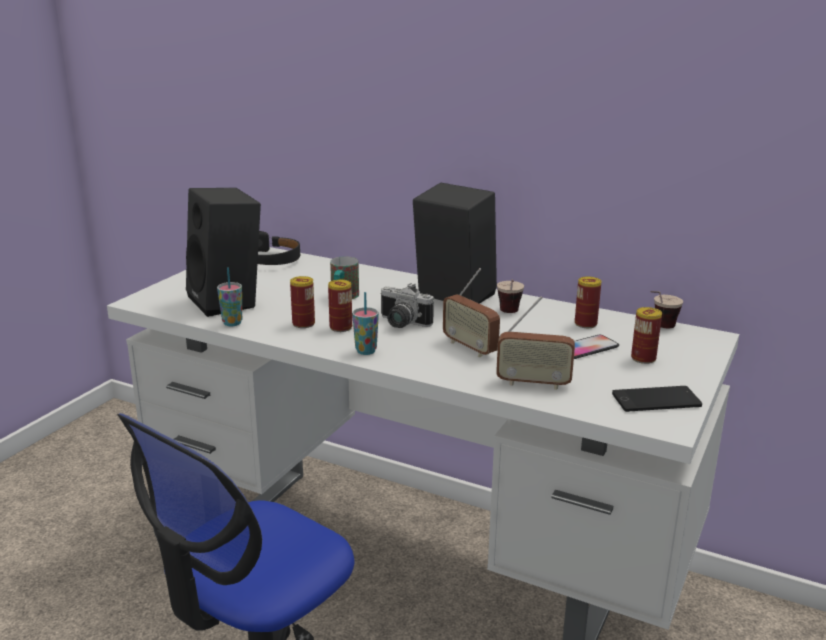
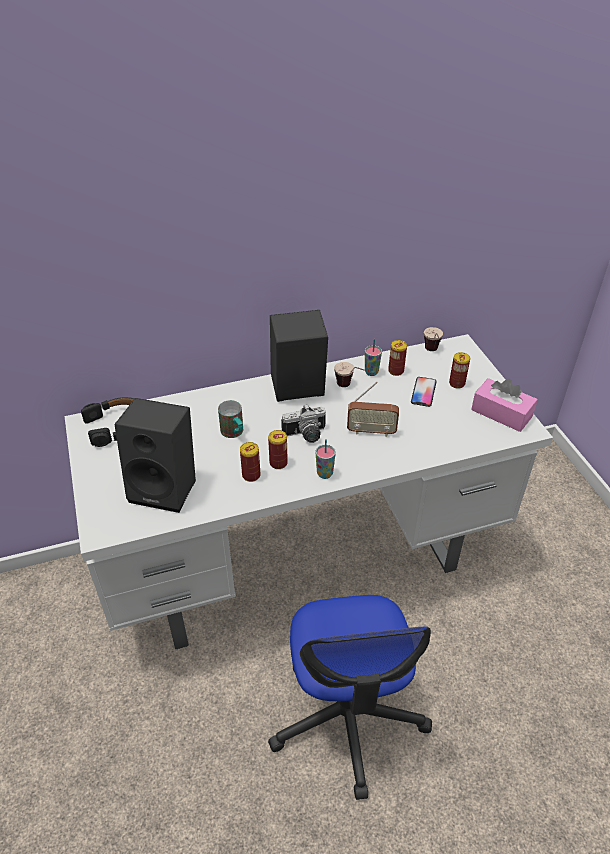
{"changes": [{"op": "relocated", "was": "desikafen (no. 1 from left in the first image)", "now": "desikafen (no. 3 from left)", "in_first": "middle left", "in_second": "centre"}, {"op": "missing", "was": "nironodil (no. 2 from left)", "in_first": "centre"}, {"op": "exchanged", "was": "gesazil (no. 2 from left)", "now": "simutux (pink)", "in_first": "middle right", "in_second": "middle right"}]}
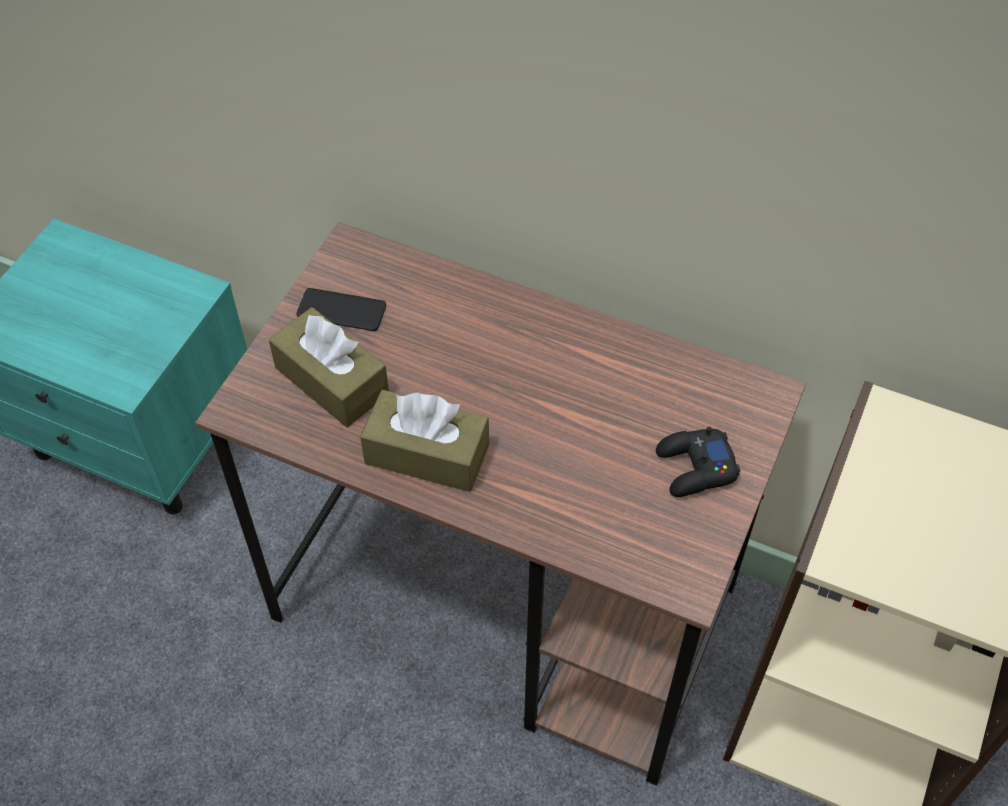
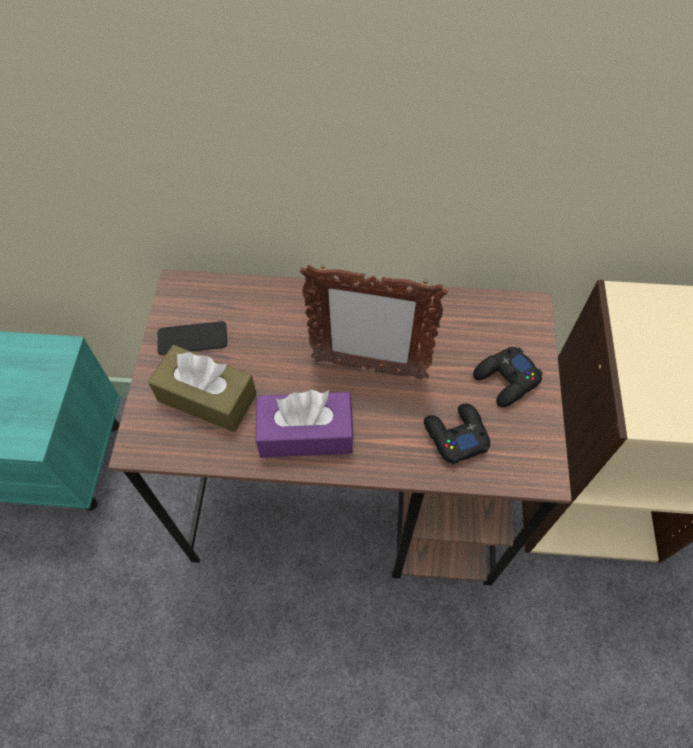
{"changes": [{"op": "colour", "was": "simutux (brown) (no. 2 from left)", "now": "simutux (purple)", "in_first": "centre", "in_second": "centre"}, {"op": "appeared", "now": "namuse", "in_second": "centre"}, {"op": "appeared", "now": "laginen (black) (no. 1 from left)", "in_second": "centre"}]}
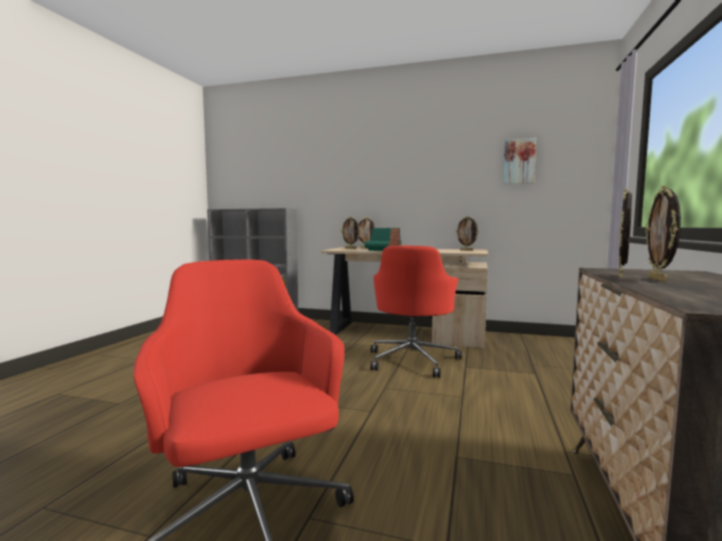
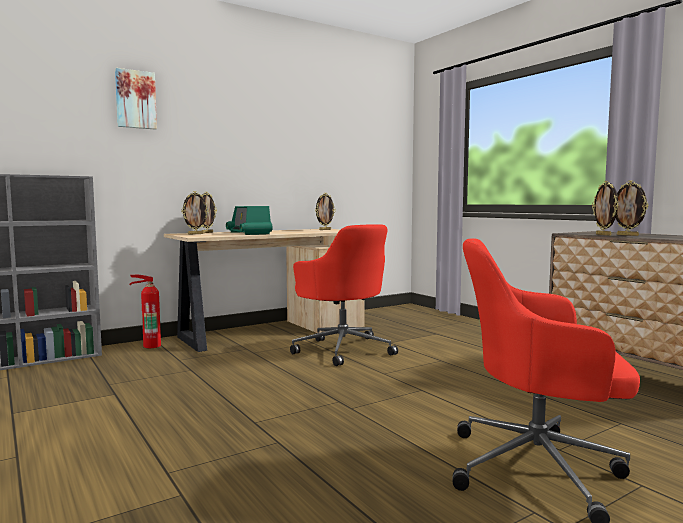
{"changes": [{"op": "relocated", "was": "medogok", "in_first": "top right", "in_second": "top left"}, {"op": "appeared", "now": "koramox", "in_second": "middle left"}]}
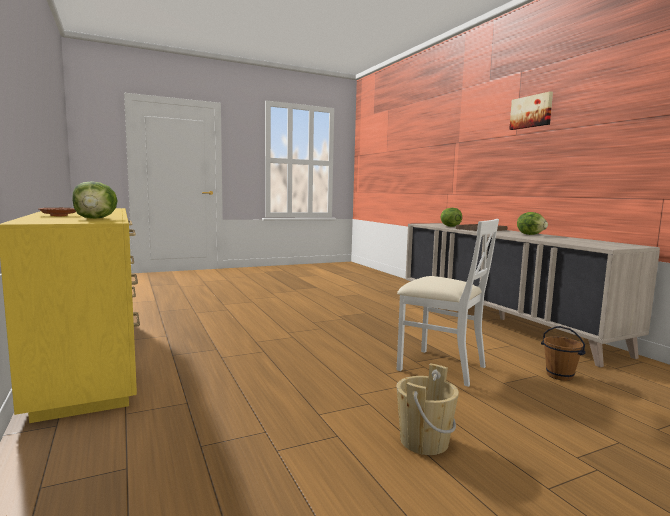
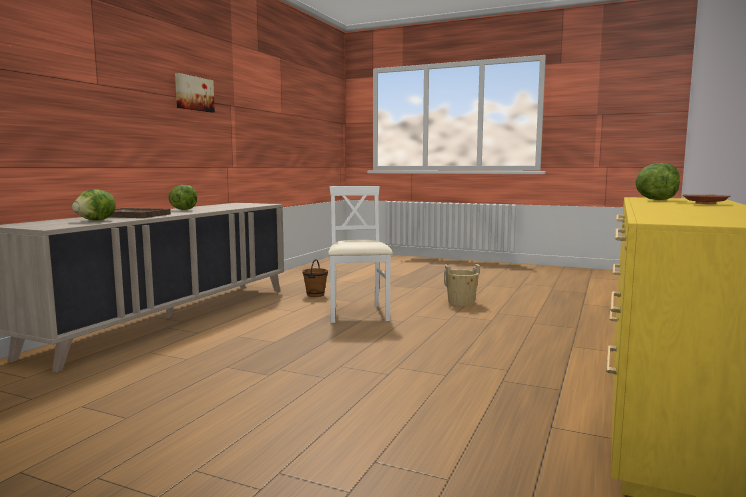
{"changes": [{"op": "relocated", "was": "medogok", "in_first": "top right", "in_second": "top left"}]}
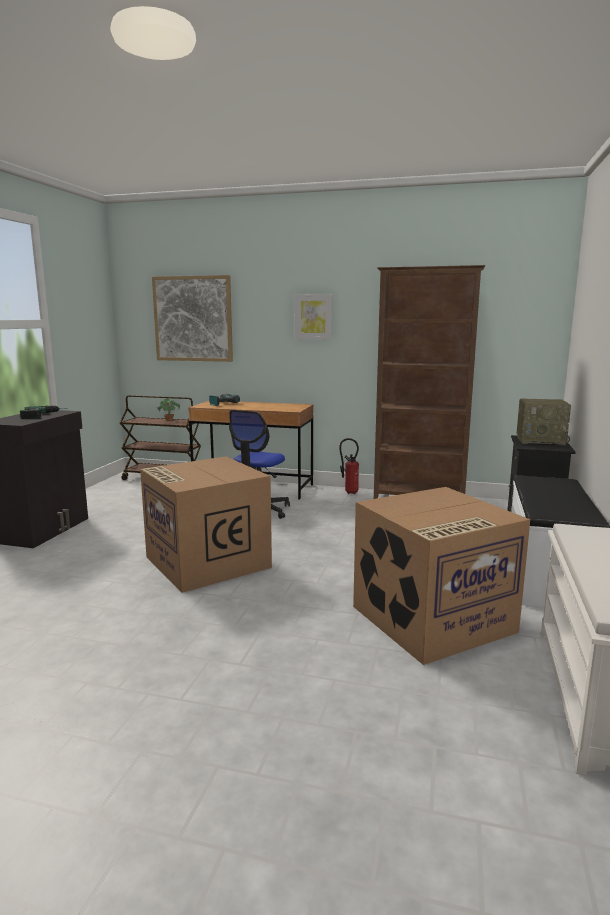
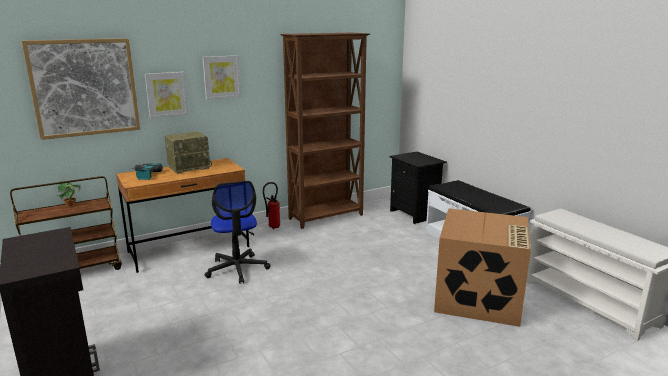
{"changes": [{"op": "missing", "was": "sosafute (no. 1 from left)", "in_first": "middle left"}, {"op": "missing", "was": "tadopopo (no. 1 from left)", "in_first": "centre"}, {"op": "relocated", "was": "nironodil", "in_first": "middle right", "in_second": "middle left"}, {"op": "appeared", "now": "medogok (no. 2 from left)", "in_second": "top left"}]}
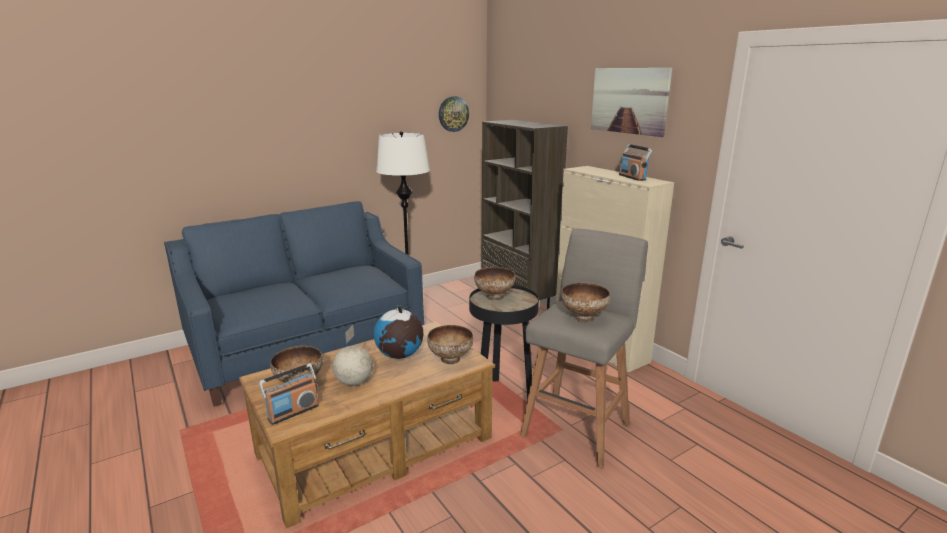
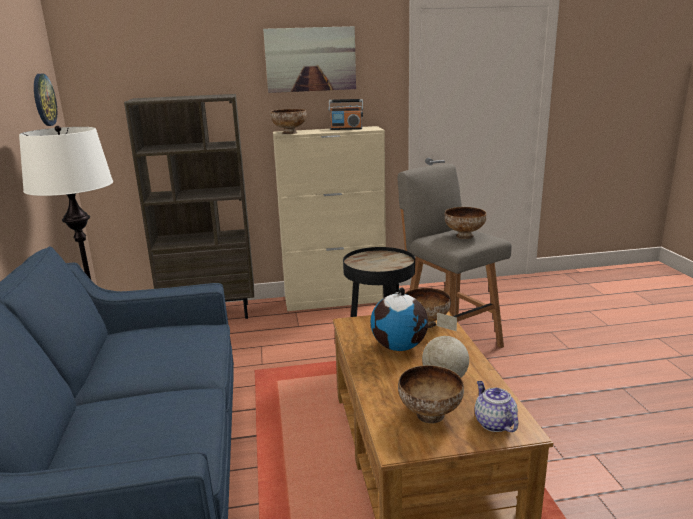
{"changes": [{"op": "exchanged", "was": "nironodil (no. 1 from left)", "now": "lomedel", "in_first": "bottom left", "in_second": "bottom right"}, {"op": "relocated", "was": "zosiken (no. 3 from left in the first image)", "now": "zosiken (no. 1 from left)", "in_first": "centre", "in_second": "top centre"}]}
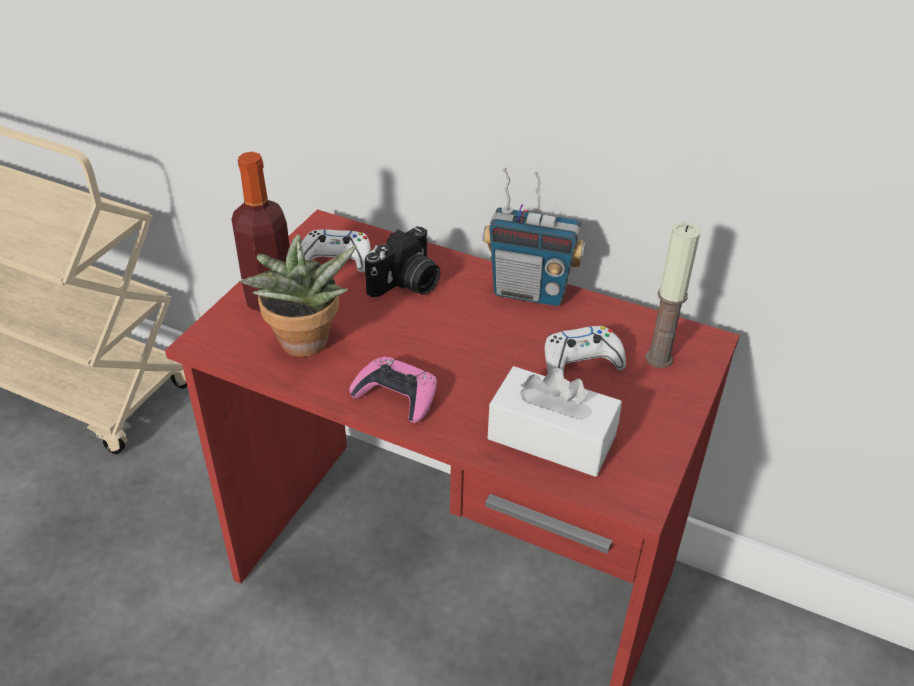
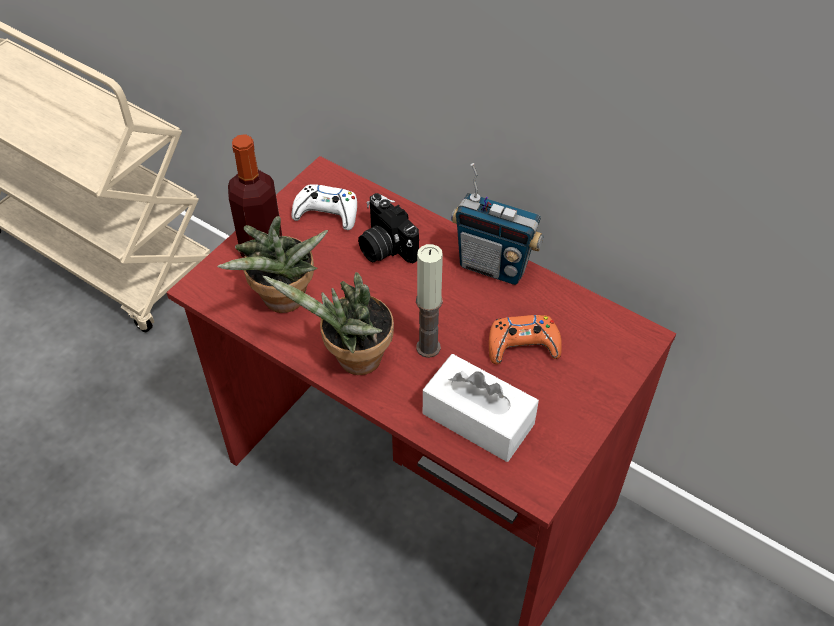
{"changes": [{"op": "exchanged", "was": "laginen (pink)", "now": "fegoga (no. 2 from left)", "in_first": "centre", "in_second": "centre"}, {"op": "spun", "was": "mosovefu", "in_first": "centre", "in_second": "centre", "clockwise": 90}, {"op": "colour", "was": "laginen (white) (no. 2 from left)", "now": "laginen (orange)", "in_first": "centre", "in_second": "centre"}, {"op": "relocated", "was": "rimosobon", "in_first": "middle right", "in_second": "centre"}]}
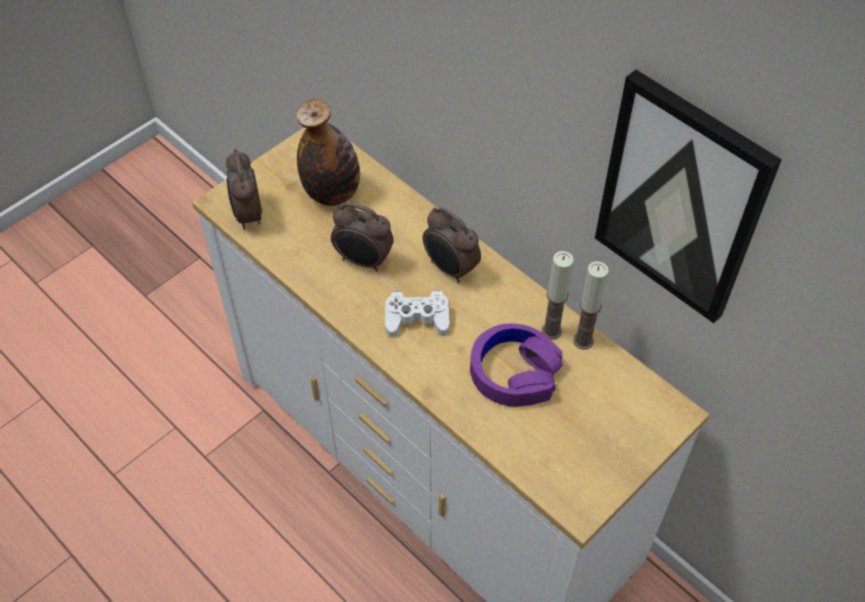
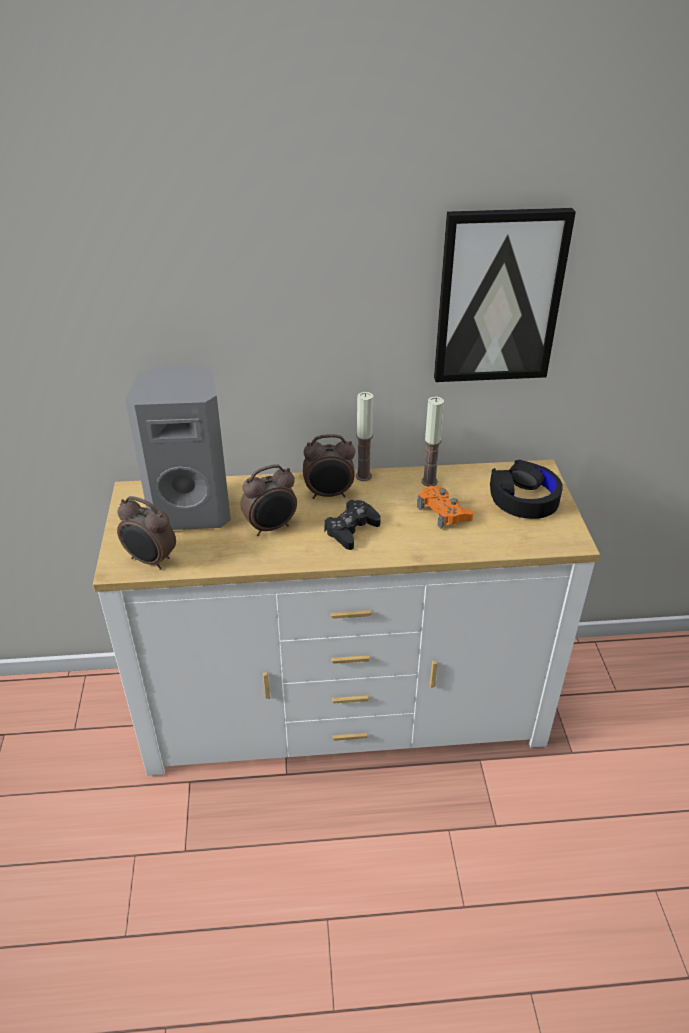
{"changes": [{"op": "exchanged", "was": "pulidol", "now": "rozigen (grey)", "in_first": "top centre", "in_second": "middle left"}, {"op": "colour", "was": "laginen (white)", "now": "laginen (black)", "in_first": "centre", "in_second": "centre"}, {"op": "exchanged", "was": "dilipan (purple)", "now": "laginen (orange)", "in_first": "centre", "in_second": "centre"}, {"op": "relocated", "was": "rimosobon (no. 2 from left in the first image)", "now": "rimosobon (no. 1 from left)", "in_first": "middle right", "in_second": "centre"}, {"op": "appeared", "now": "dilipan (black)", "in_second": "middle right"}]}
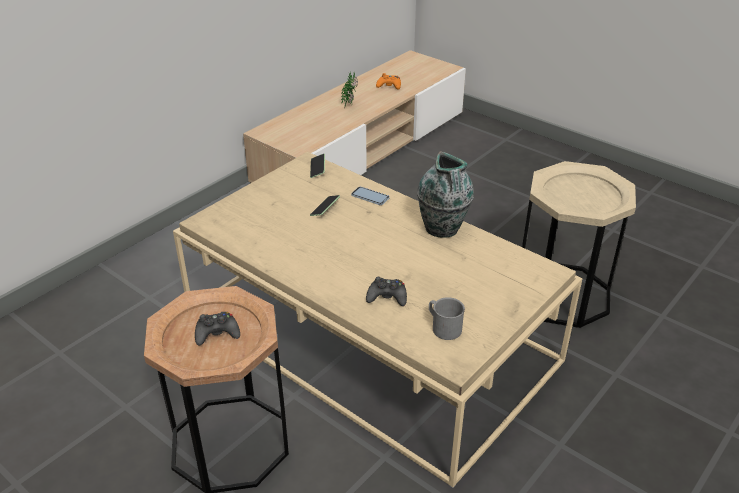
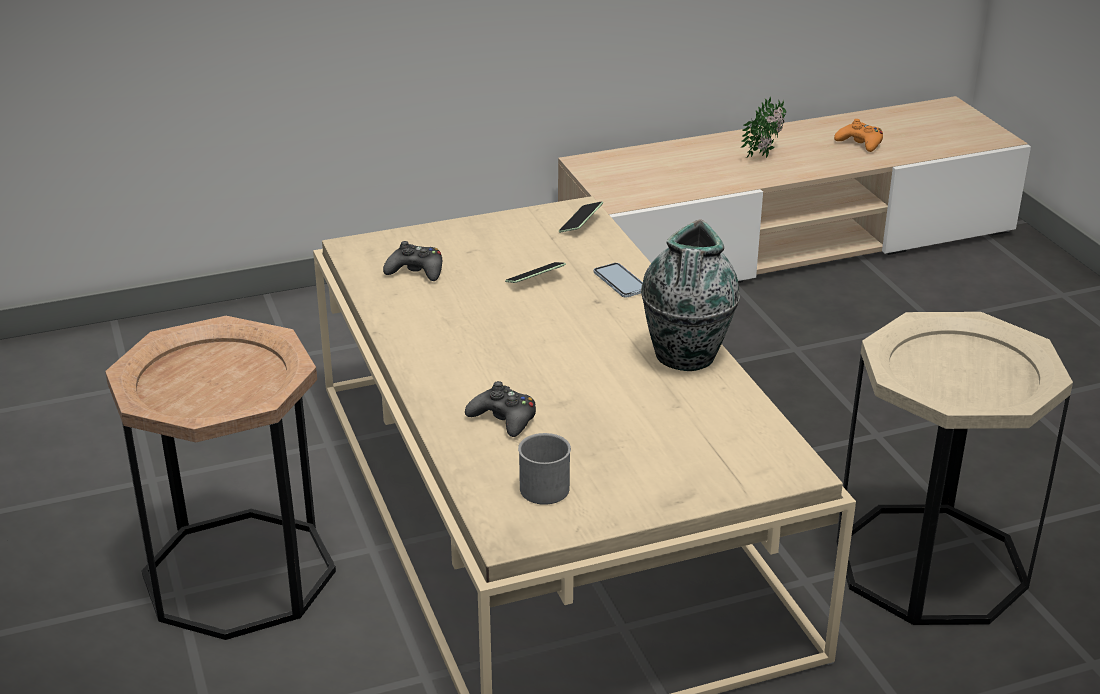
{"changes": [{"op": "relocated", "was": "laginen (black) (no. 1 from left)", "in_first": "middle left", "in_second": "centre"}]}
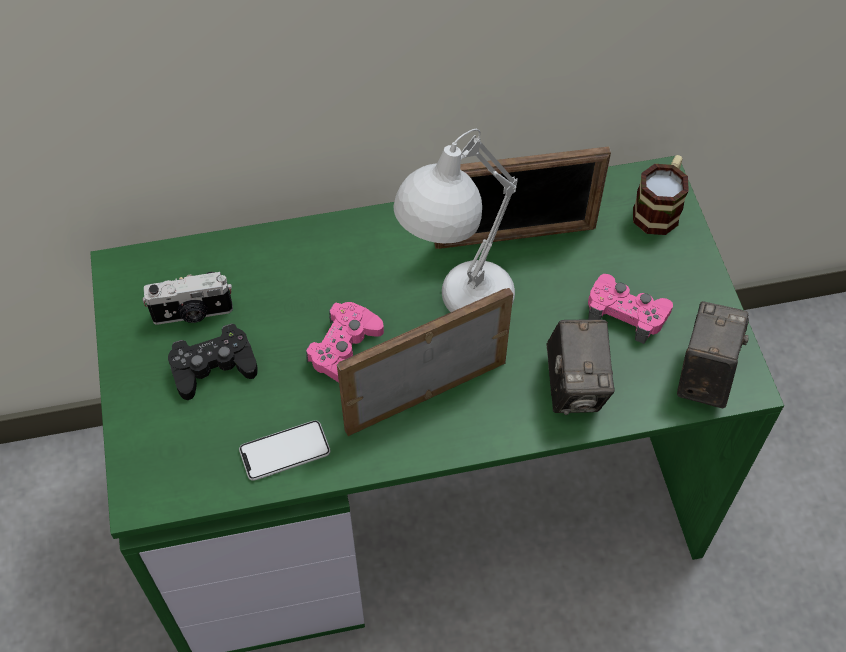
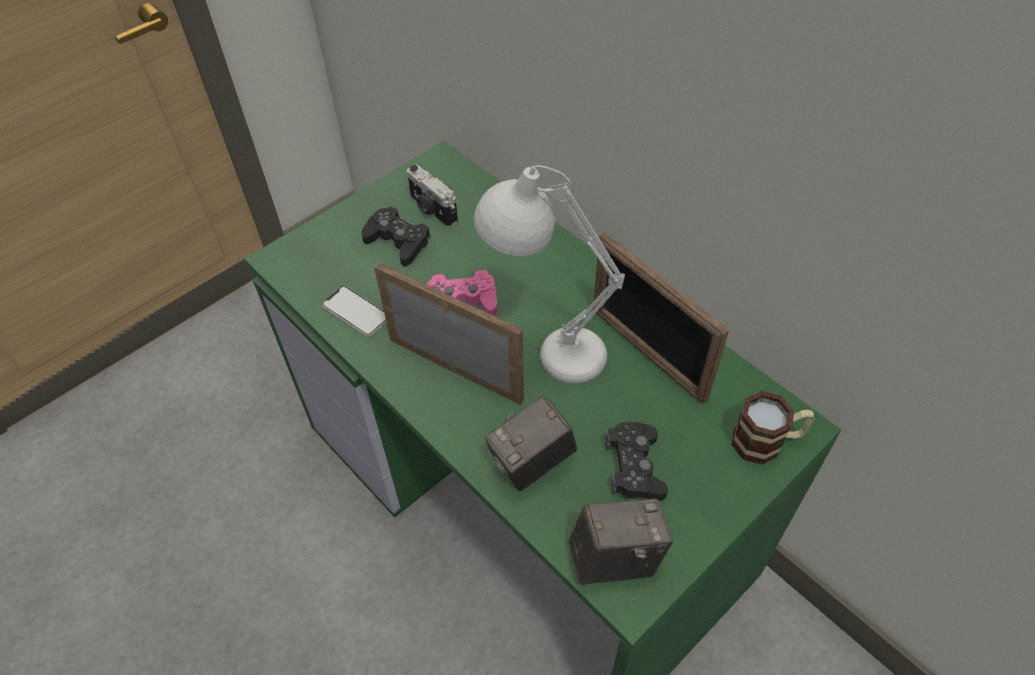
{"changes": [{"op": "colour", "was": "laginen (pink) (no. 2 from left)", "now": "laginen (black) (no. 2 from left)", "in_first": "middle right", "in_second": "bottom centre"}]}
